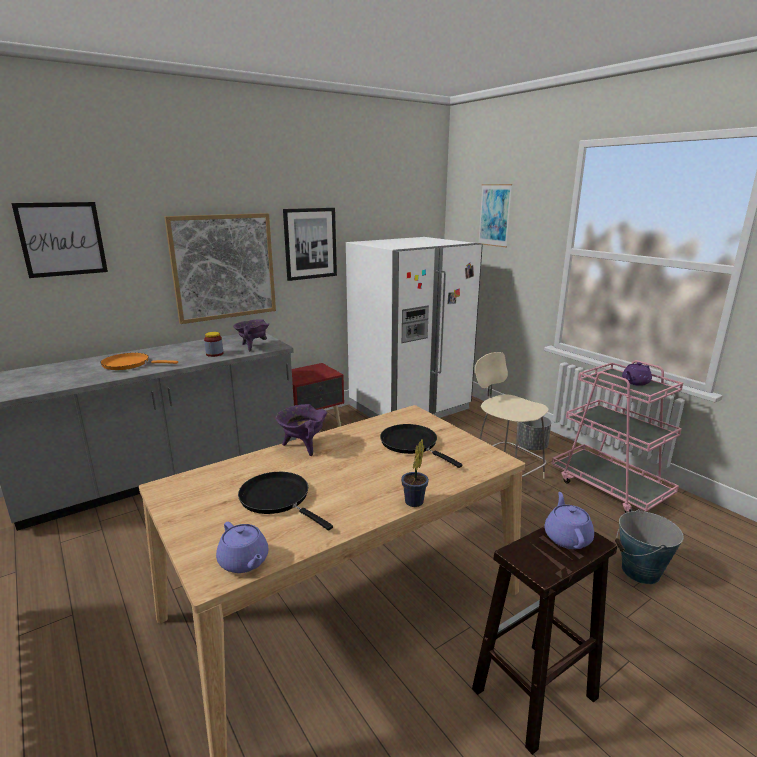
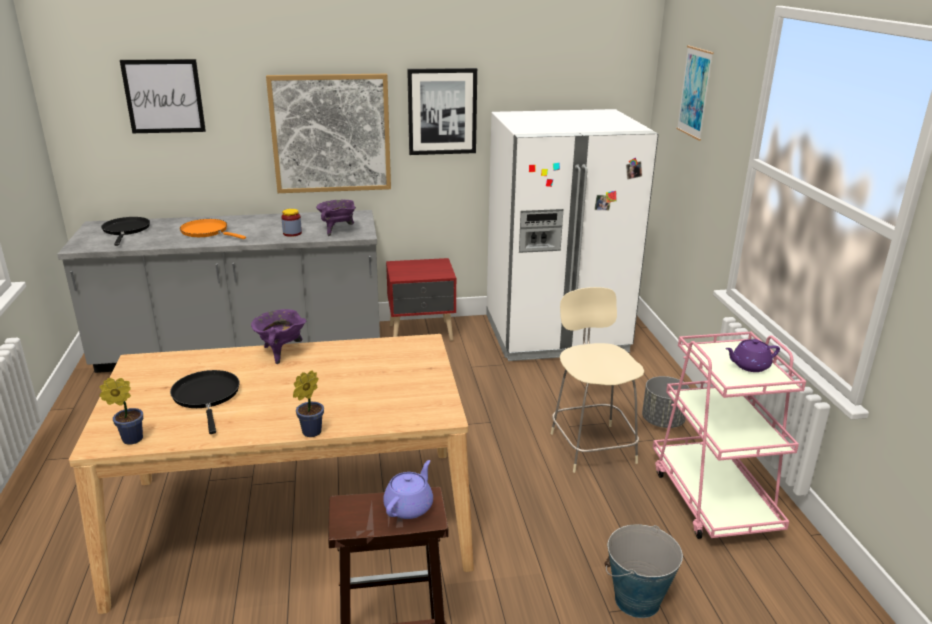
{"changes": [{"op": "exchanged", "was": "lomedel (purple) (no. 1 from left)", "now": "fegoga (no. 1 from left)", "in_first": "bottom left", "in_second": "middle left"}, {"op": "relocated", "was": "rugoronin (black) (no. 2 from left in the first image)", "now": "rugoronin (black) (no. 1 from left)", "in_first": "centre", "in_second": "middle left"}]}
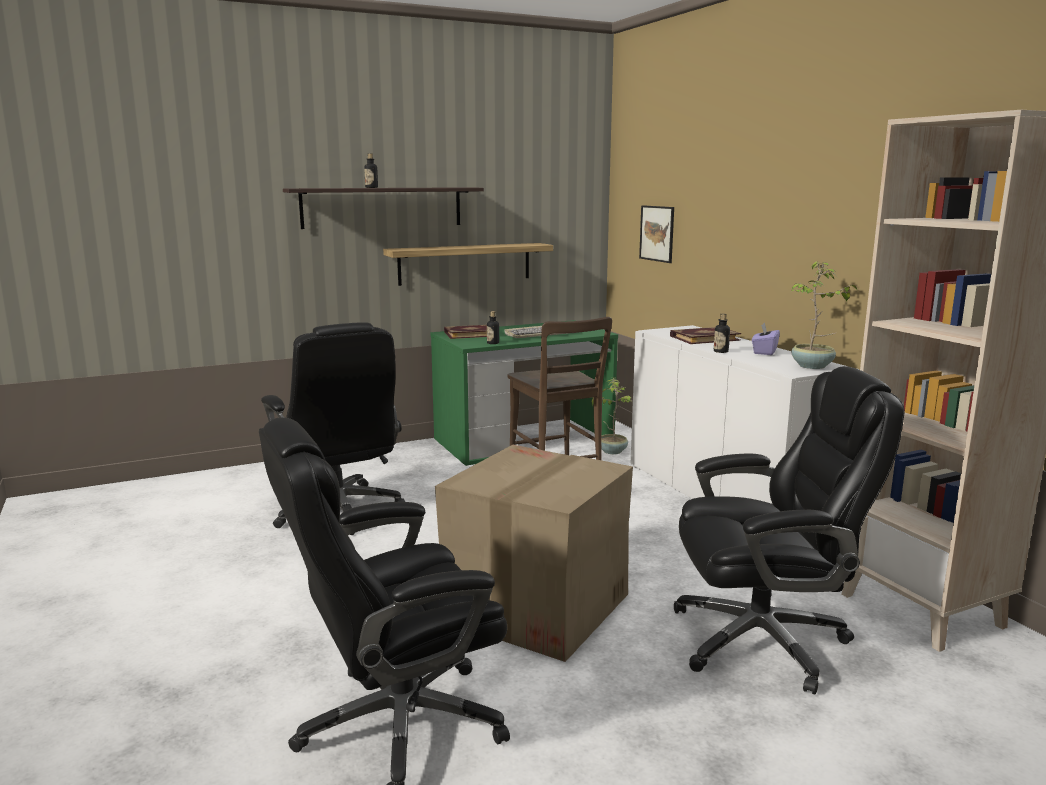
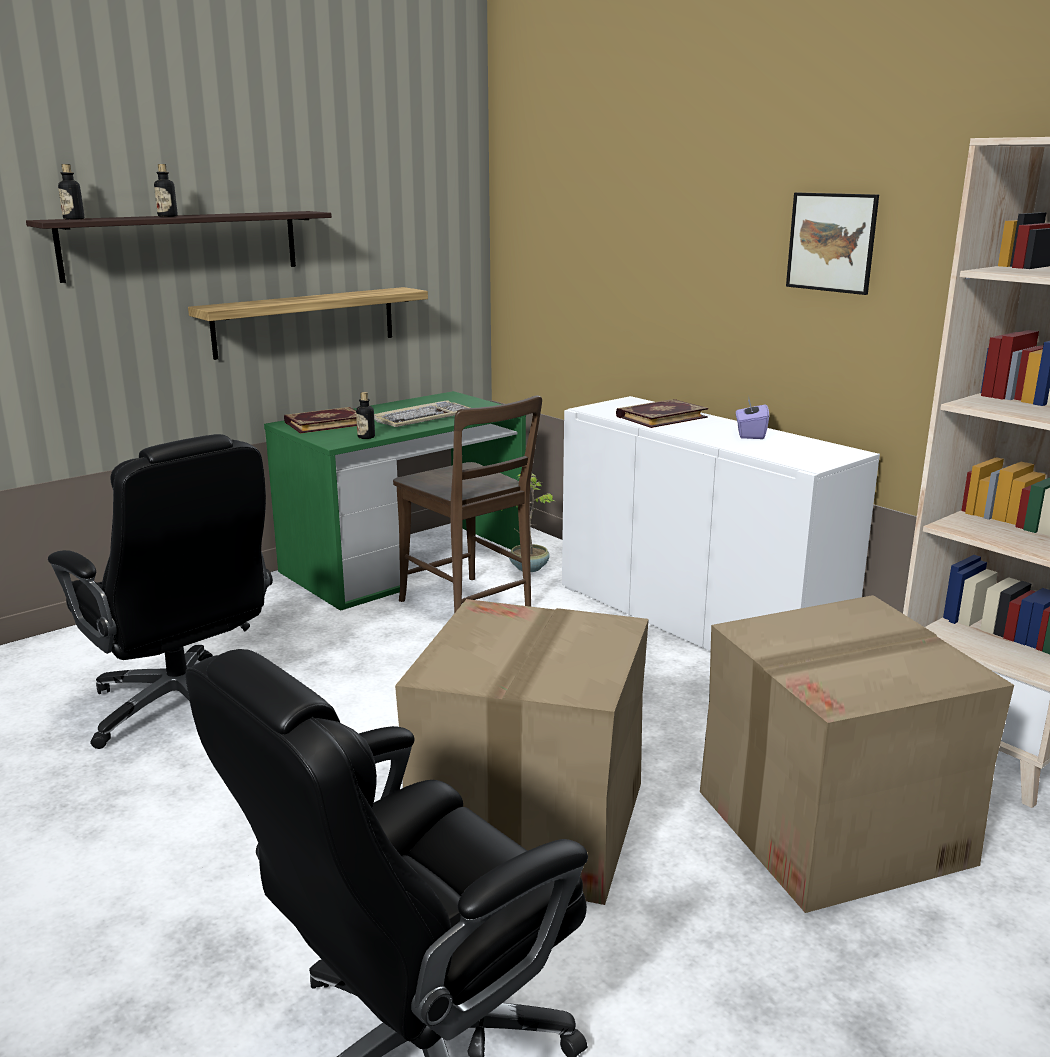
{"changes": [{"op": "relocated", "was": "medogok", "in_first": "top centre", "in_second": "top right"}, {"op": "exchanged", "was": "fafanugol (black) (no. 3 from left)", "now": "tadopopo (no. 2 from left)", "in_first": "bottom right", "in_second": "bottom right"}, {"op": "relocated", "was": "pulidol (no. 3 from left in the first image)", "now": "pulidol (no. 1 from left)", "in_first": "middle right", "in_second": "top left"}, {"op": "missing", "was": "fegoga (no. 2 from left)", "in_first": "middle right"}]}
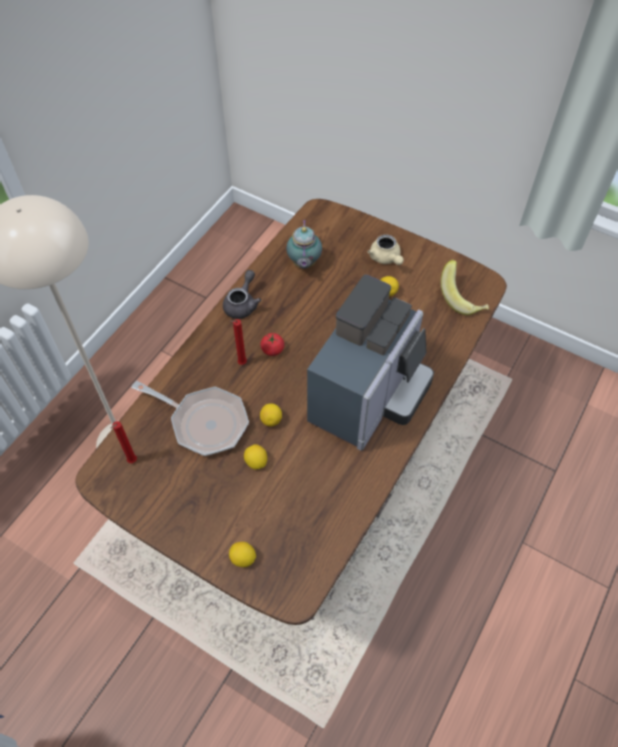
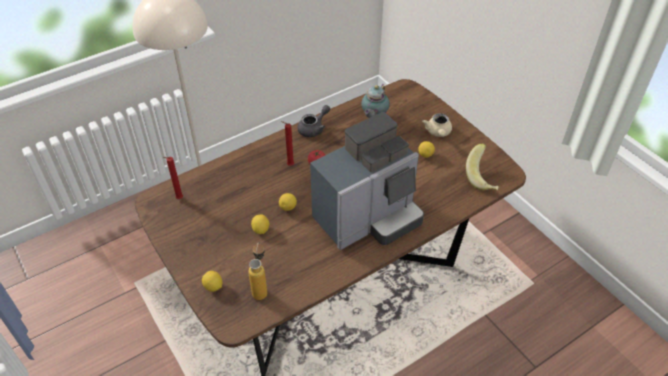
{"changes": [{"op": "missing", "was": "rugoronin", "in_first": "middle left"}, {"op": "appeared", "now": "pulidol", "in_second": "bottom centre"}]}
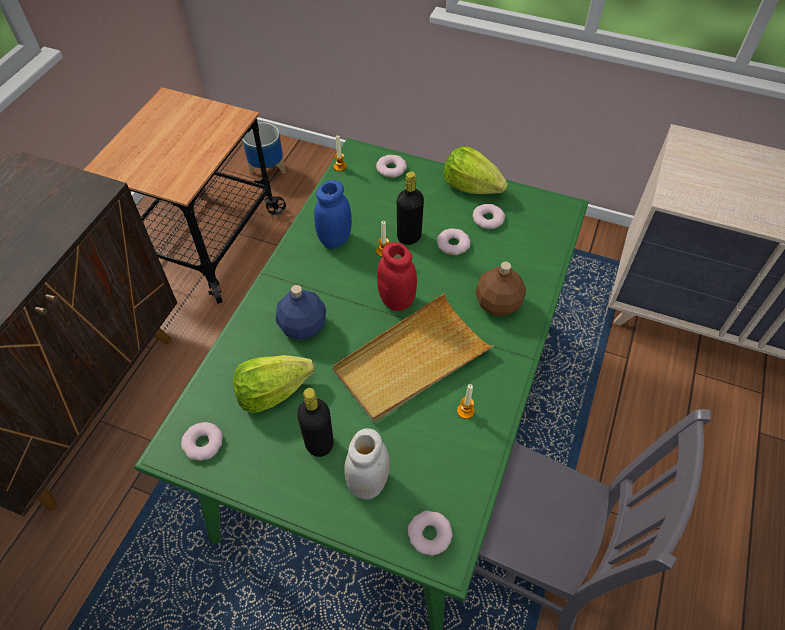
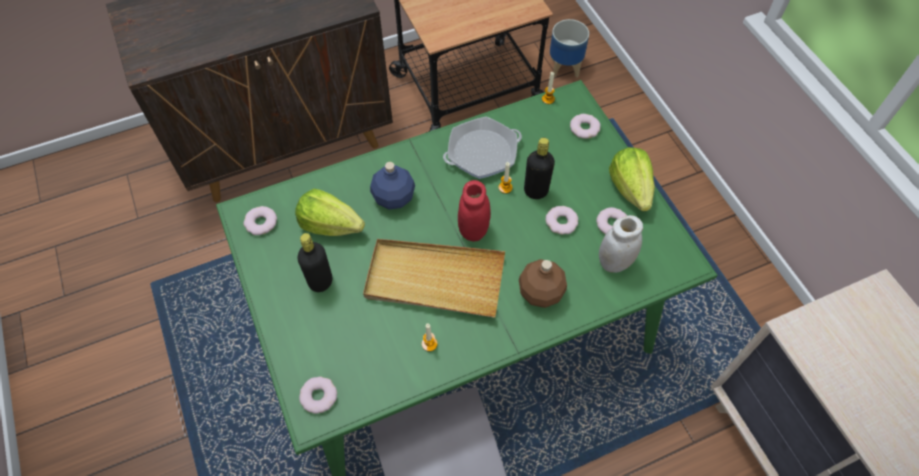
{"changes": [{"op": "exchanged", "was": "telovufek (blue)", "now": "rugoronin", "in_first": "centre", "in_second": "top centre"}, {"op": "relocated", "was": "telovufek (white)", "in_first": "bottom centre", "in_second": "middle right"}]}
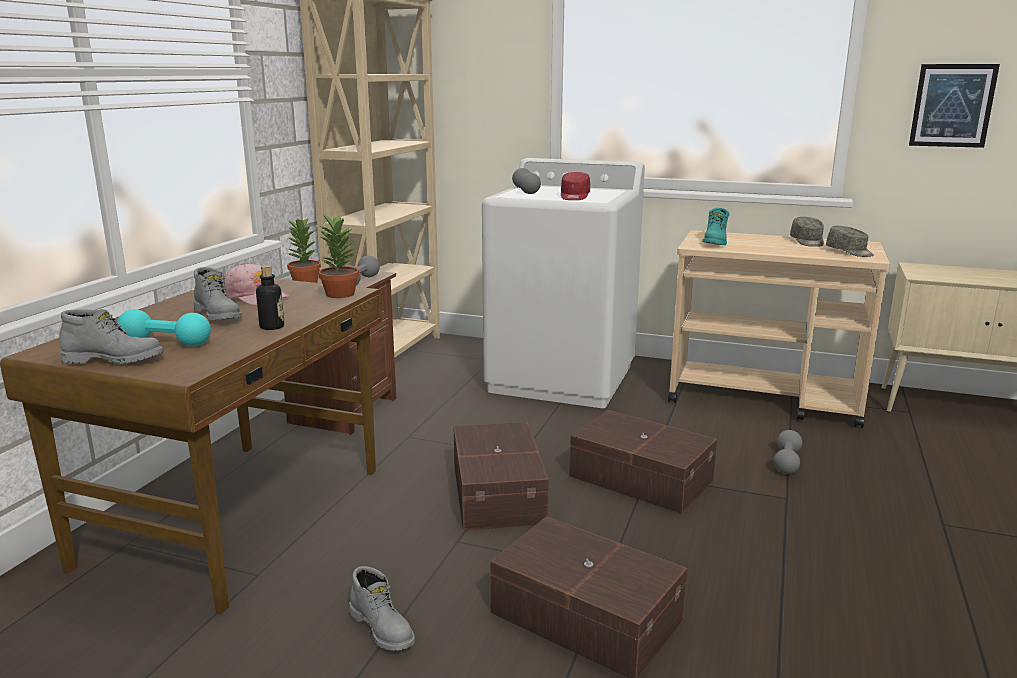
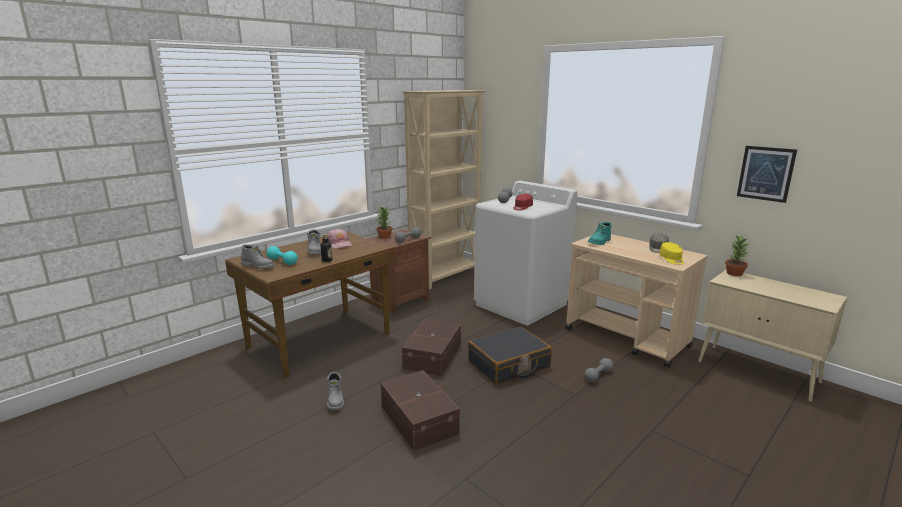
{"changes": [{"op": "relocated", "was": "fegoga (no. 2 from left)", "in_first": "middle left", "in_second": "middle right"}, {"op": "exchanged", "was": "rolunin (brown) (no. 3 from left)", "now": "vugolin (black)", "in_first": "bottom centre", "in_second": "bottom centre"}, {"op": "colour", "was": "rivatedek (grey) (no. 2 from left)", "now": "rivatedek (yellow)", "in_first": "middle right", "in_second": "middle right"}]}
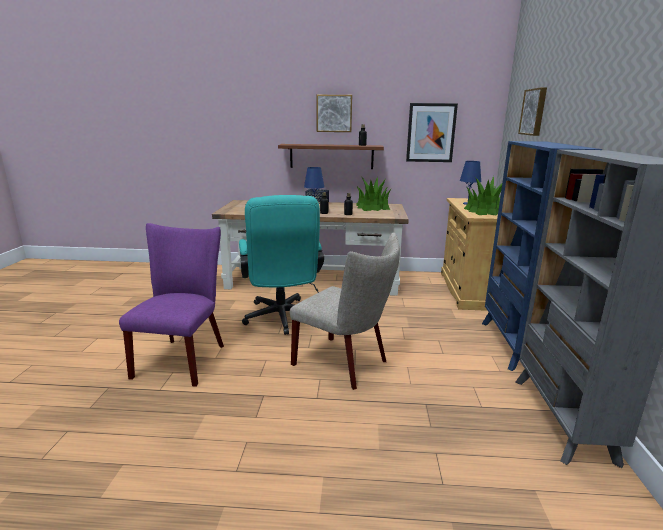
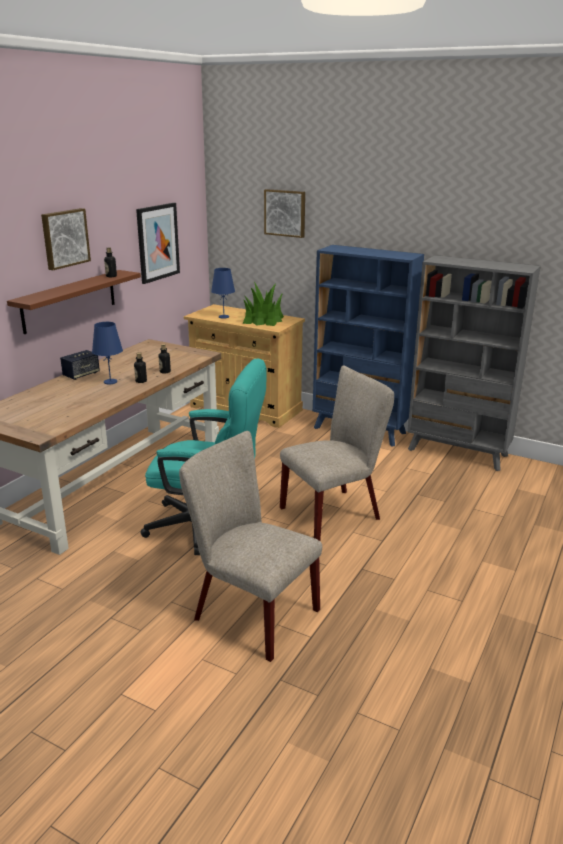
{"changes": [{"op": "colour", "was": "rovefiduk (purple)", "now": "rovefiduk (beige) (no. 1 from left)", "in_first": "middle left", "in_second": "centre"}, {"op": "missing", "was": "fegoga (no. 1 from left)", "in_first": "centre"}]}
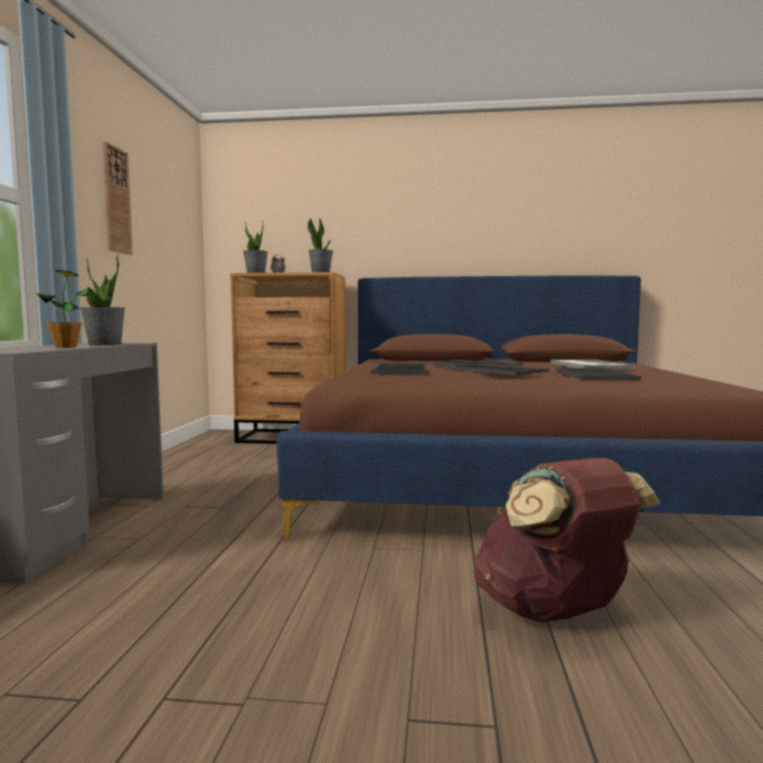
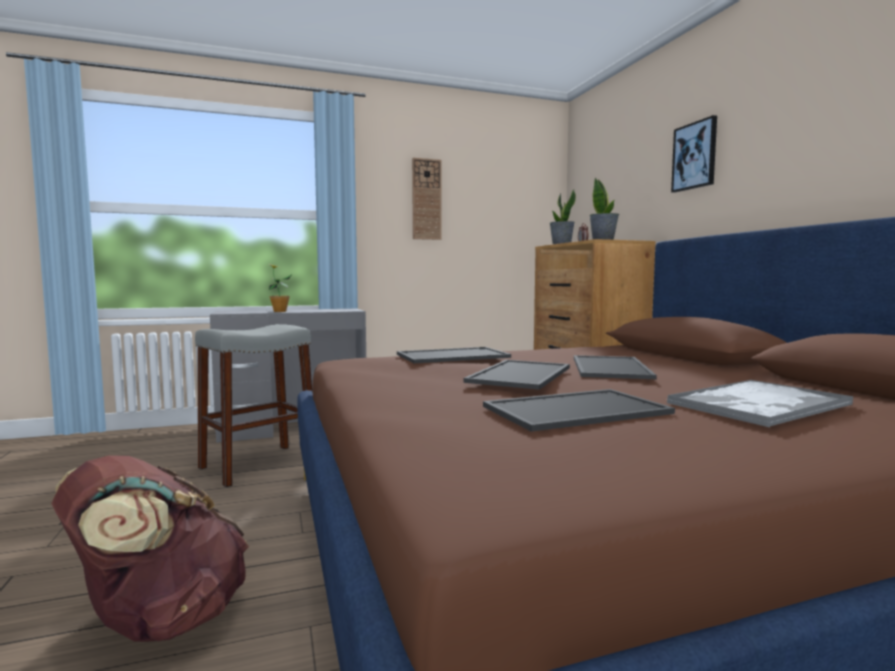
{"changes": [{"op": "missing", "was": "fegoga (no. 2 from left)", "in_first": "middle left"}, {"op": "appeared", "now": "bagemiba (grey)", "in_second": "middle left"}, {"op": "appeared", "now": "medogok", "in_second": "top right"}]}
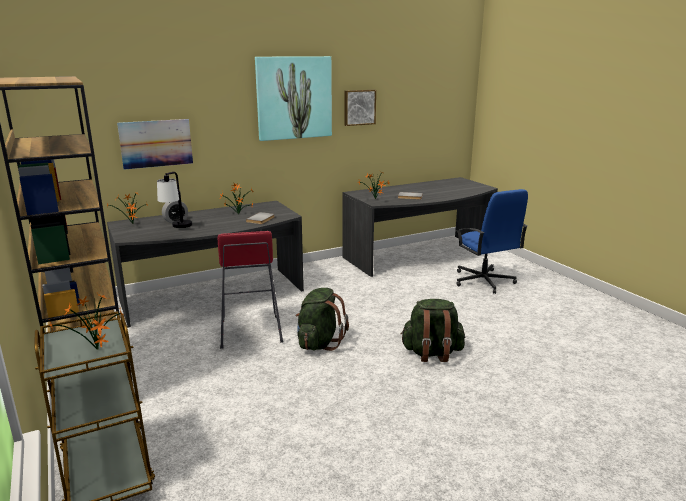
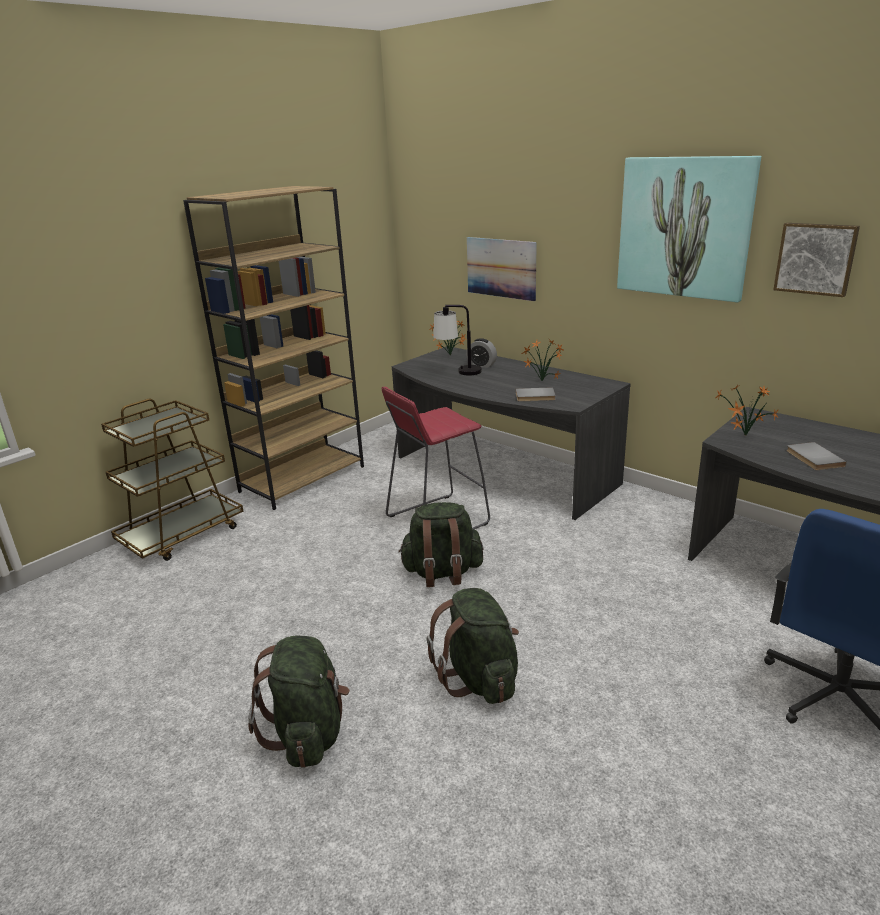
{"changes": [{"op": "missing", "was": "fegoga (no. 1 from left)", "in_first": "middle left"}, {"op": "appeared", "now": "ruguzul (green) (no. 1 from left)", "in_second": "bottom centre"}]}
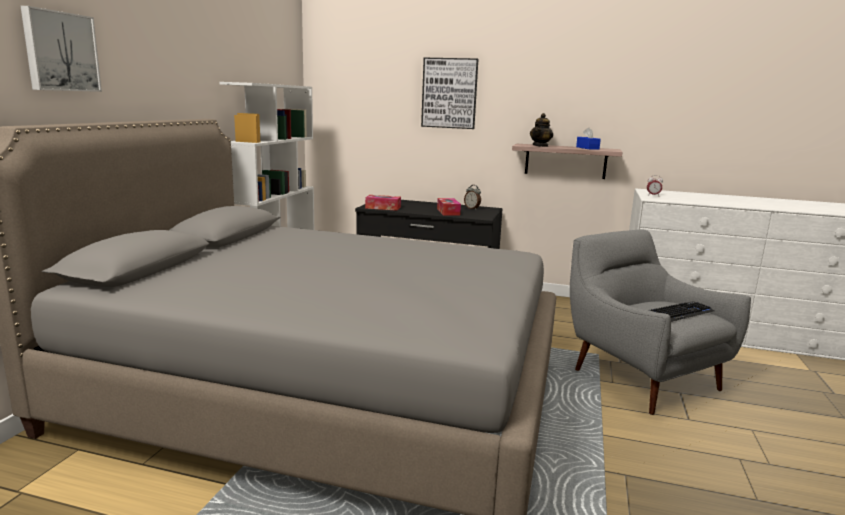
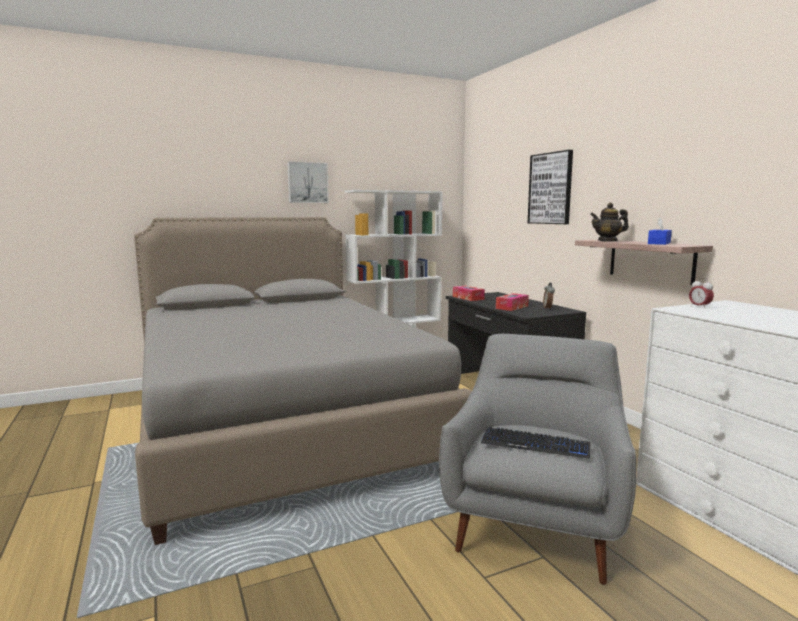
{"changes": [{"op": "relocated", "was": "medogok (no. 1 from left)", "in_first": "top left", "in_second": "top centre"}]}
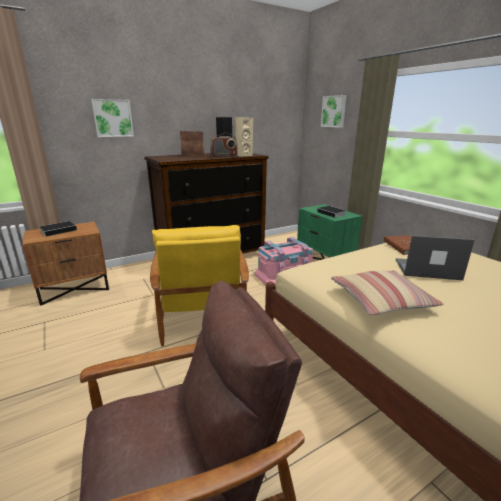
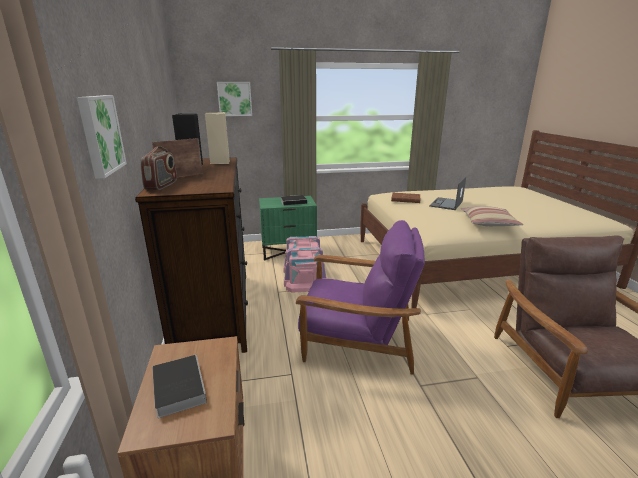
{"changes": [{"op": "colour", "was": "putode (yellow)", "now": "putode (purple)", "in_first": "centre", "in_second": "centre"}, {"op": "relocated", "was": "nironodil", "in_first": "top centre", "in_second": "middle left"}]}
